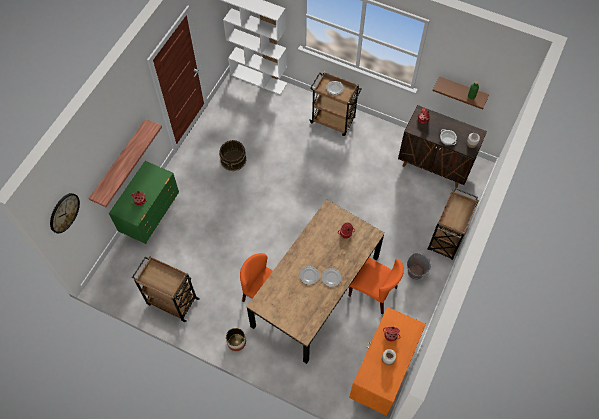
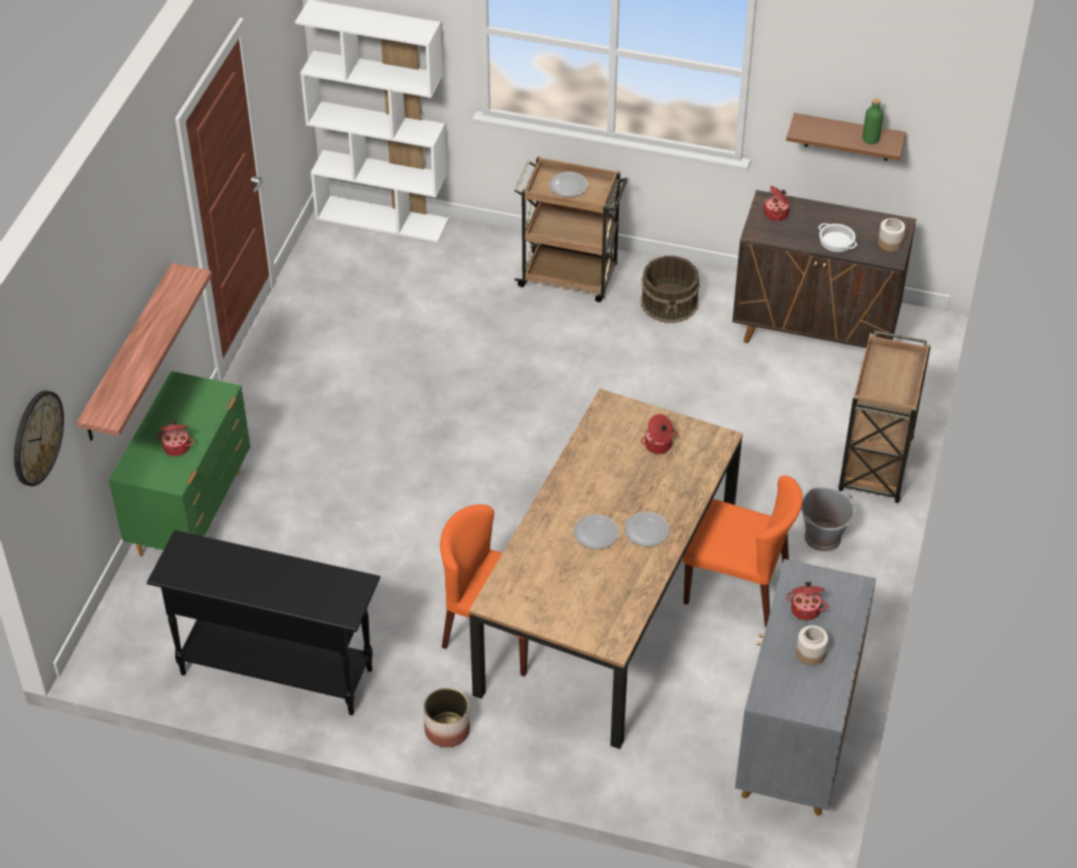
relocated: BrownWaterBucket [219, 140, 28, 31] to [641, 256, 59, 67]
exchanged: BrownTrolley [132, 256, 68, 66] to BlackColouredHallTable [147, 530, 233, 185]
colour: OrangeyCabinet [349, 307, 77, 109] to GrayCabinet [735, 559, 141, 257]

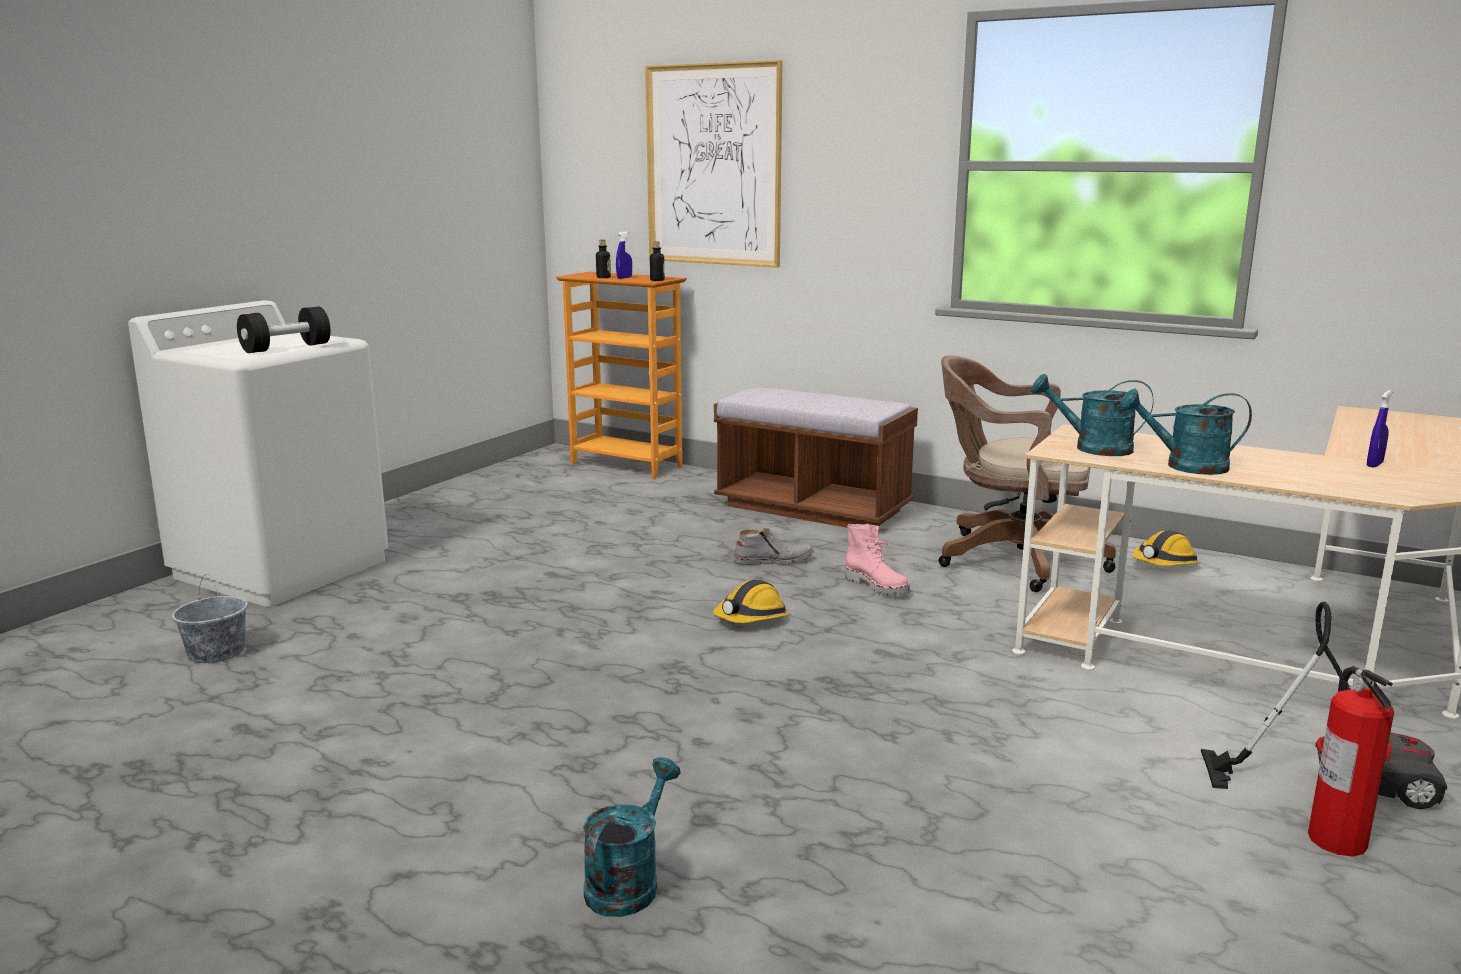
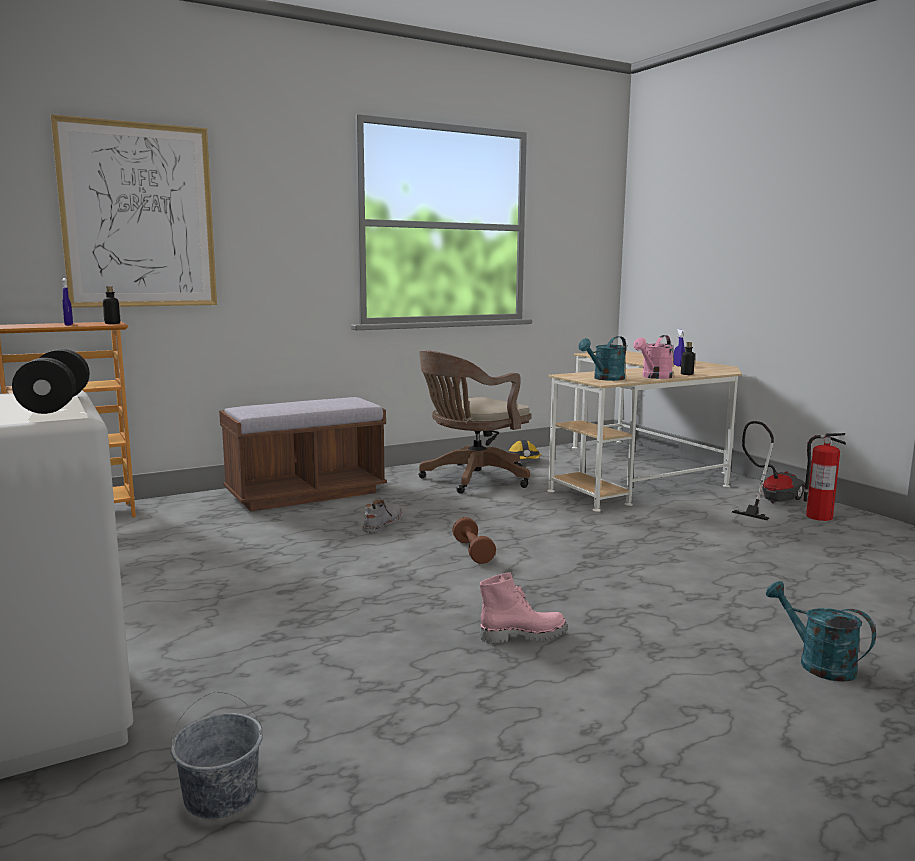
relocated: Bottle [596, 240, 15, 38] to [681, 342, 14, 33]; PinkColouredHighTopBoot [845, 524, 65, 72] to [480, 572, 87, 72]
exchanged: HardHat [713, 580, 76, 43] to BrownDumbbell [452, 517, 44, 47]
colour: BlueGreenWateringCan [1120, 389, 132, 86] to PinkColouredWateringCan [633, 335, 41, 44]

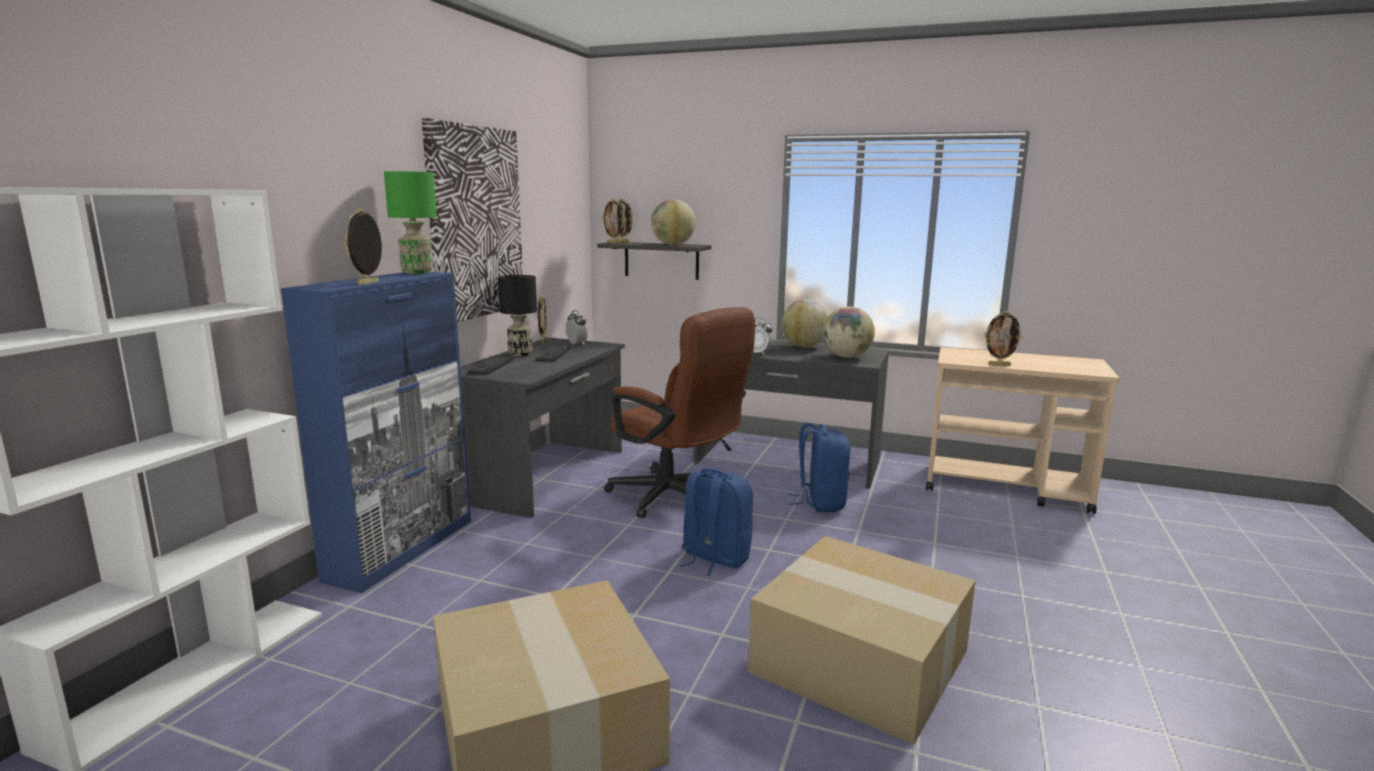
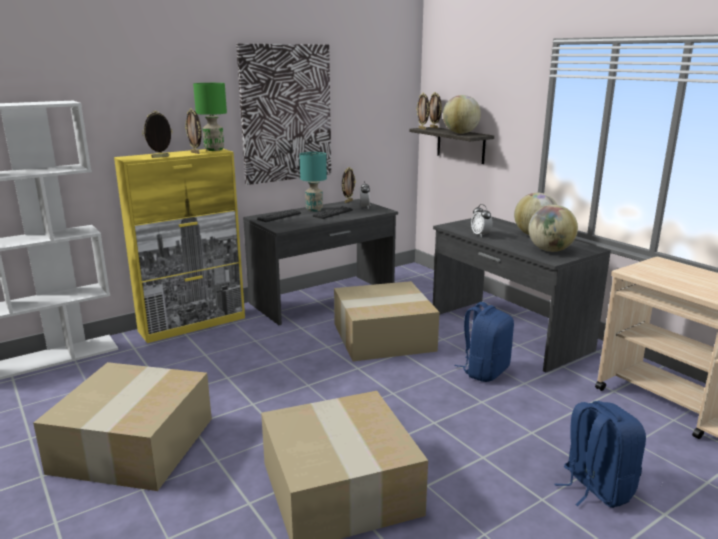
relocated: BlueColouredKnapsack [680, 468, 73, 108] to [554, 401, 92, 107]; PictureFrame [984, 311, 39, 55] to [185, 108, 17, 46]
exchanged: BrownComputerChair [604, 307, 151, 211] to PackingBox [334, 281, 106, 80]
colour: BlueColouredCabinet [281, 272, 190, 321] to YellowCabinet [114, 149, 131, 194]; BlackColouredLampForATable [498, 275, 39, 81] to BlueGreenLampForATable [300, 152, 27, 60]

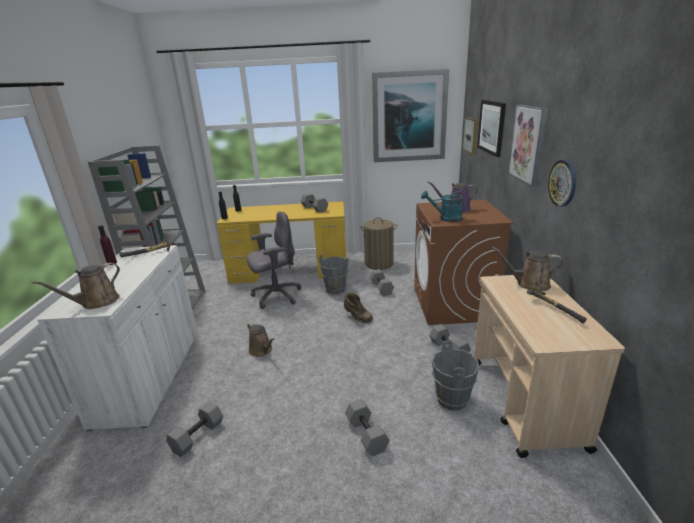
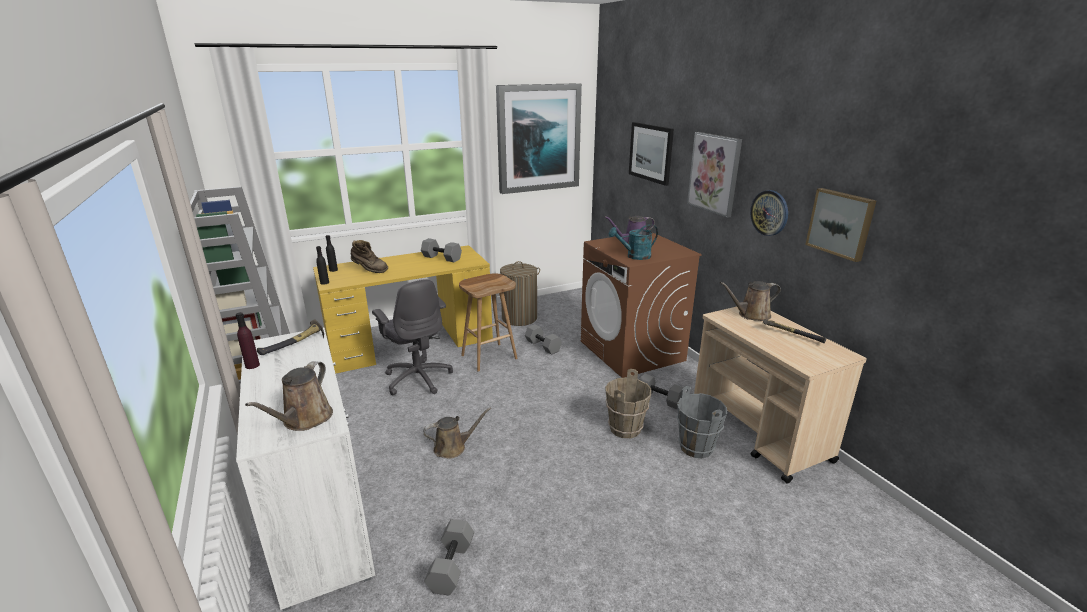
missing: GrayDumbbell [345, 399, 45, 57]
appeared: BrownWaterBucket [605, 369, 46, 69]
relocated: BrownHighTopBoot [344, 293, 29, 30] to [351, 240, 37, 33]; WallPicture [462, 117, 17, 38] to [805, 188, 71, 74]
exchanged: GrayWaterBucket [319, 255, 29, 39] to BrownStoolSeat [459, 273, 59, 98]
spun: GrayComputerChair [246, 211, 55, 98] = [372, 279, 81, 117] 105 degrees clockwise; BrownWateringCan [247, 322, 27, 35] = [423, 407, 68, 52] 45 degrees counterclockwise

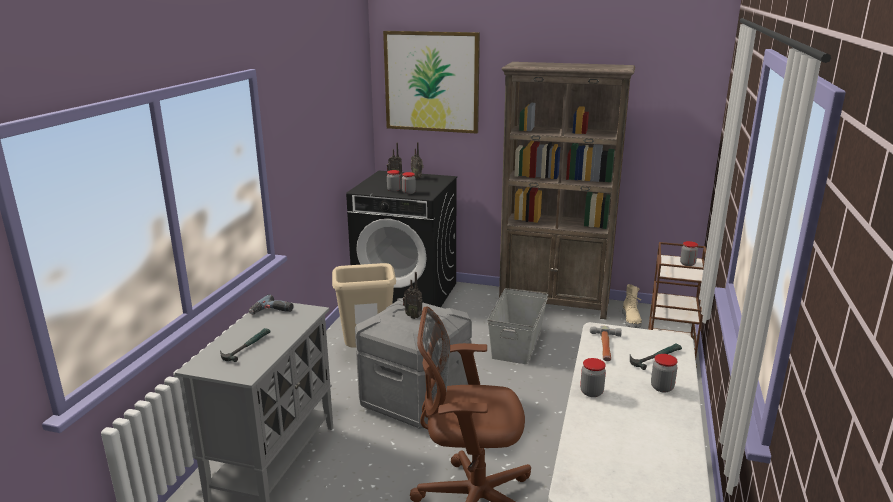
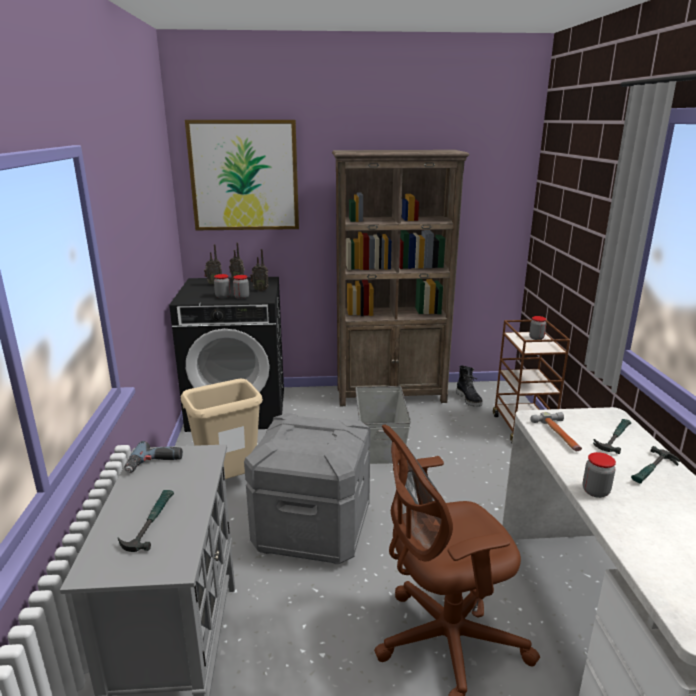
relocated: RadioSet [403, 272, 19, 47] to [250, 249, 19, 43]
exchanged: Jar [651, 354, 27, 39] to Hammer [631, 446, 49, 38]
colour: BeigeColouredHighTopBoot [623, 284, 19, 44] to BlackColouredHighTopBoot [457, 365, 25, 42]

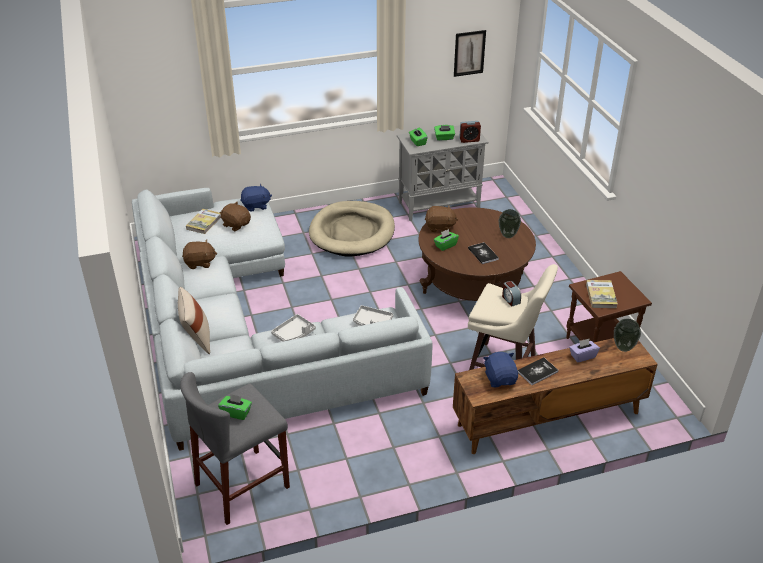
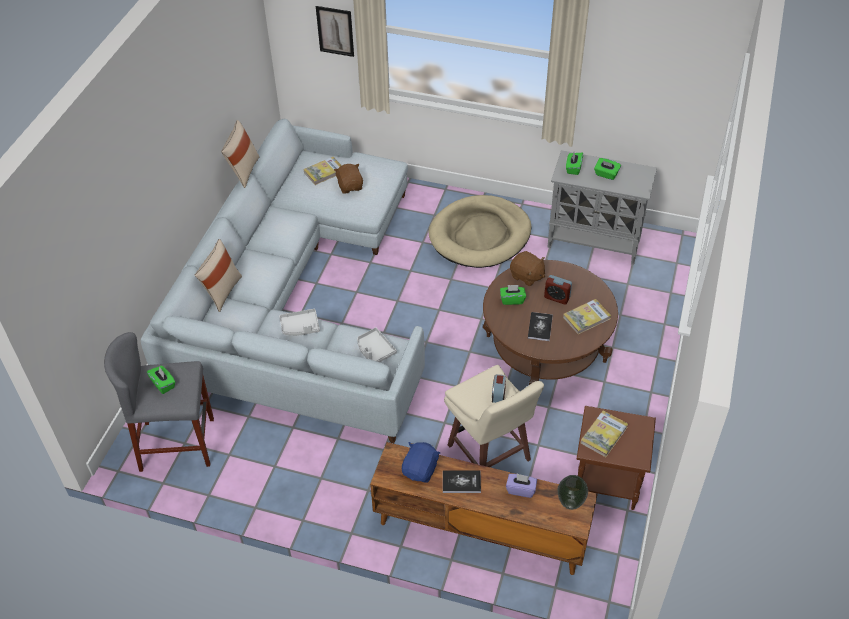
missing: BrownPlushToy [182, 239, 35, 30]; BlueColouredPlushToy [241, 184, 31, 28]
appeared: BeigeColouredCushion [221, 120, 38, 68]
relocated: WallPicture [454, 30, 32, 47] to [316, 6, 38, 51]; AlarmClock [459, 121, 22, 22] to [544, 275, 28, 30]
exchanged: DecorativeVase [499, 209, 22, 29] to Volume [563, 299, 48, 35]

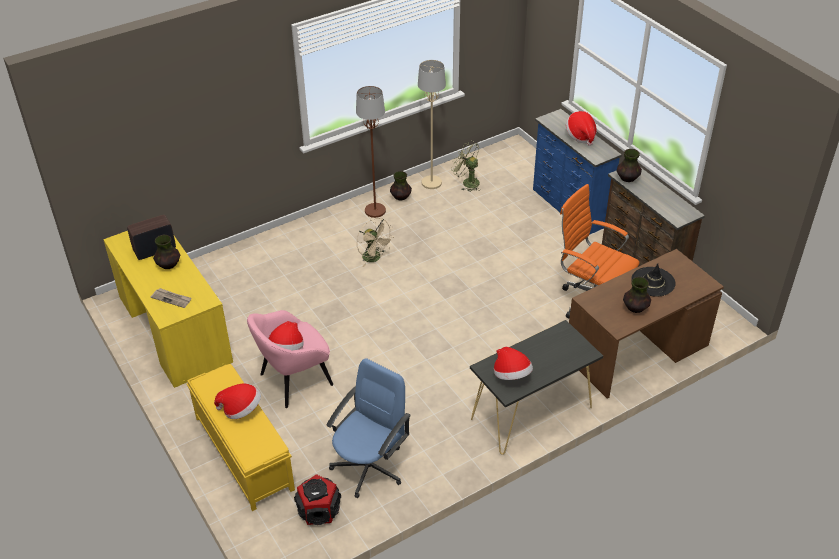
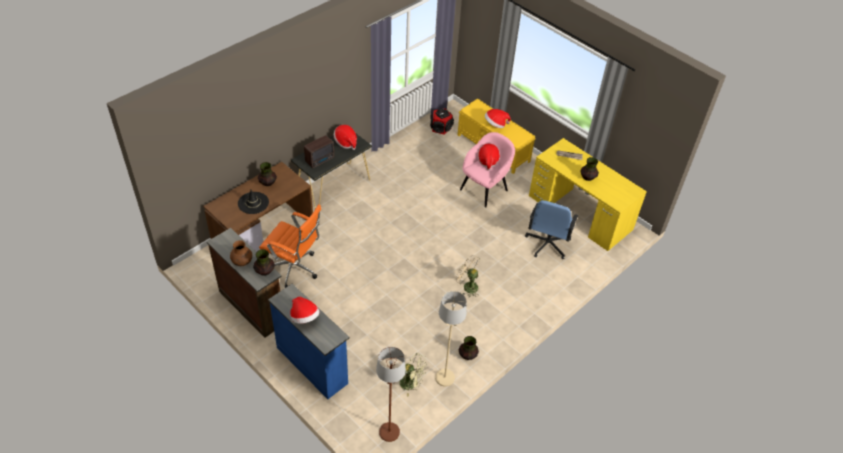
appeared: BrownDecorativeVase [230, 240, 22, 26]
relocated: RadioSet [127, 215, 49, 45] to [304, 135, 30, 33]; BlueColouredComputerChair [326, 358, 85, 140] to [525, 200, 53, 59]; BrownFloorLamp [356, 86, 30, 132] to [376, 347, 30, 95]

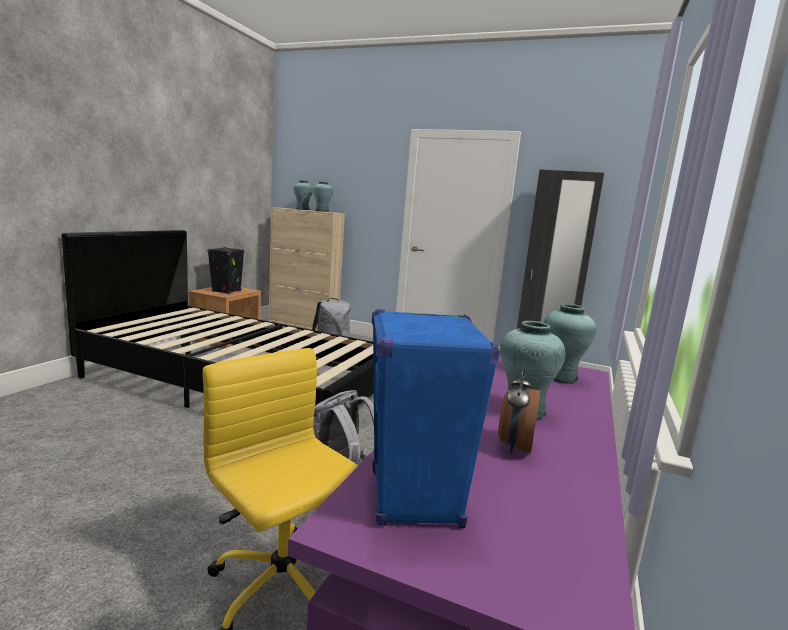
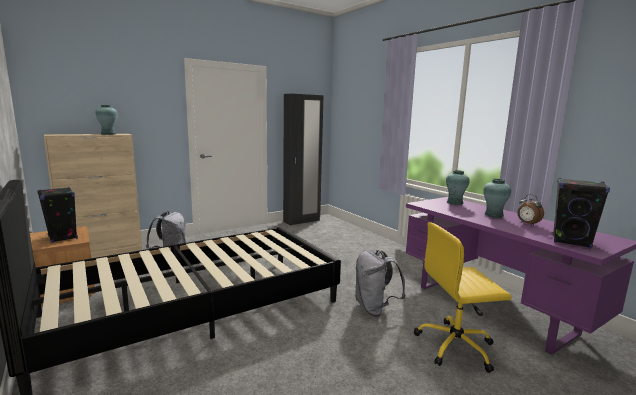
missing: BlueGreenDecorativeVase [293, 180, 20, 30]
colour: BlueColouredAudioSpeaker [372, 309, 128, 219] to BlackColouredAudioSpeaker [553, 178, 57, 70]

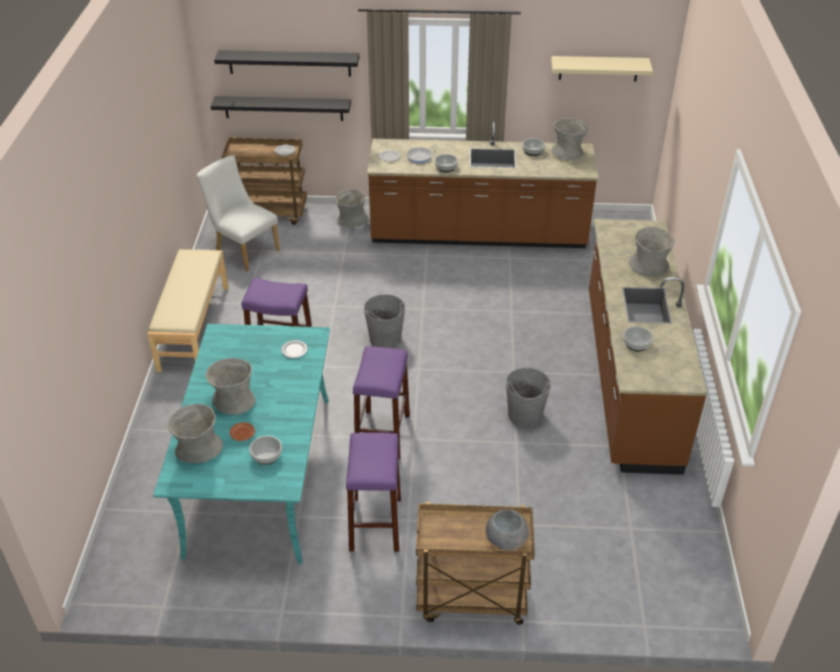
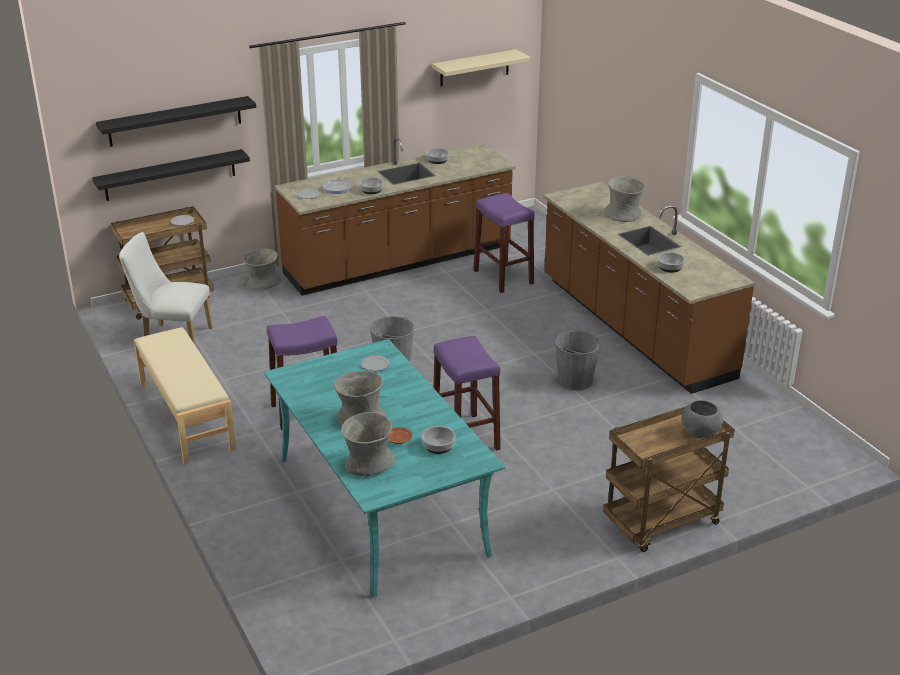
missing: GrayDecorativeVase [552, 118, 37, 42]
relocated: PurpleColouredStoolSeat [346, 432, 55, 120] to [473, 193, 62, 100]

